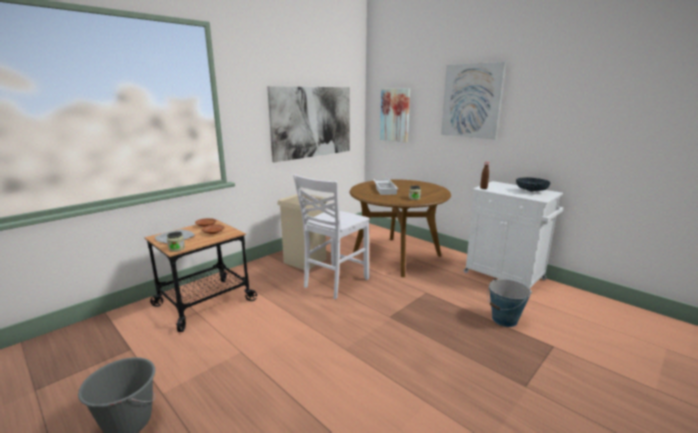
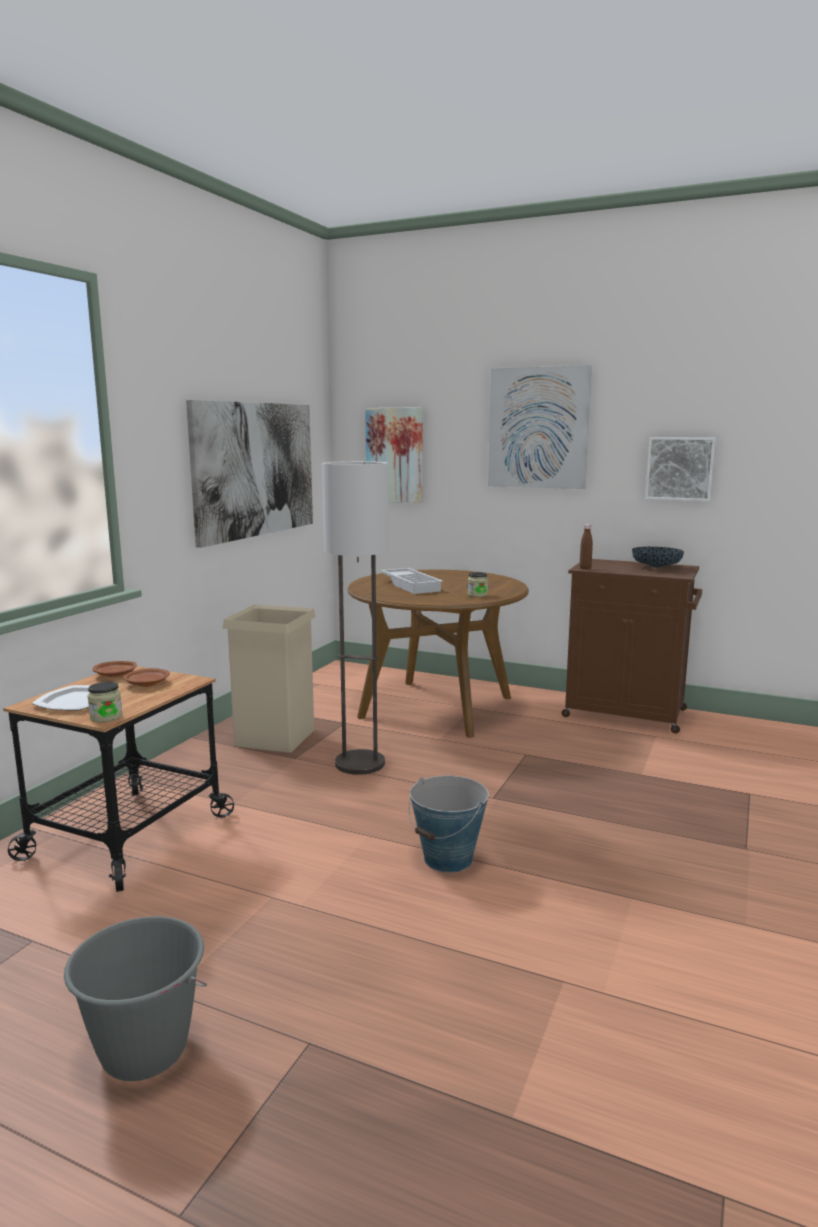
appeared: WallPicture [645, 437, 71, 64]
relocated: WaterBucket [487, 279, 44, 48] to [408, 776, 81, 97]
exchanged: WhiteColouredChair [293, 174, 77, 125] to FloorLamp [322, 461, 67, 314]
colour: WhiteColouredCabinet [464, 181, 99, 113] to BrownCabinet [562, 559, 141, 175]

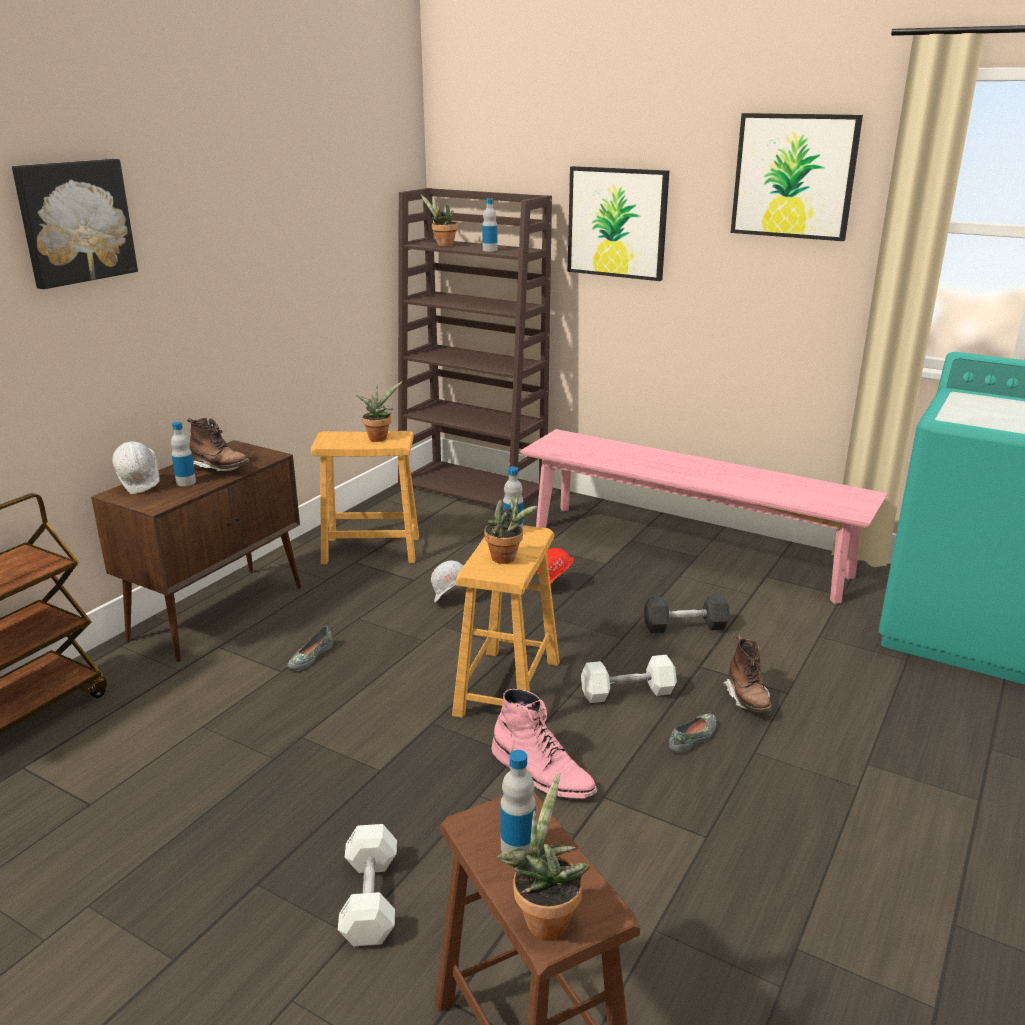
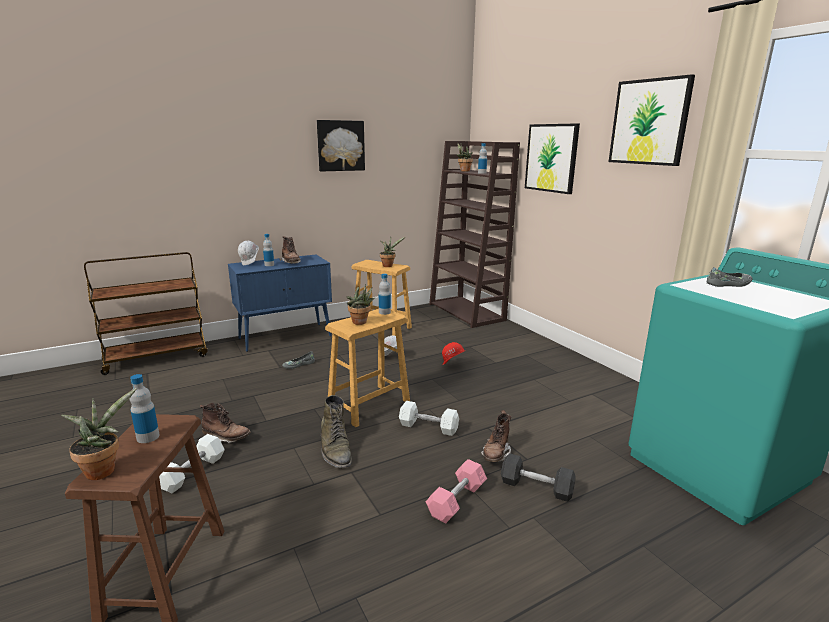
missing: PinkColouredBench [520, 429, 367, 175]
appeared: BrownHighTopBoot [200, 403, 51, 40]; PinkColouredDumbbell [426, 459, 61, 65]
relocated: WallPicture [12, 159, 126, 130] to [317, 120, 48, 52]; GrayDumbbell [644, 594, 86, 39] to [501, 453, 75, 49]; GrayLowShoe [669, 714, 48, 39] to [707, 267, 45, 20]
colour: BrownCabinet [91, 440, 210, 222] to BlueColouredCabinet [228, 254, 104, 98]; PinkColouredHighTopBoot [492, 689, 105, 109] to GreenishHighTopBoot [321, 395, 31, 73]

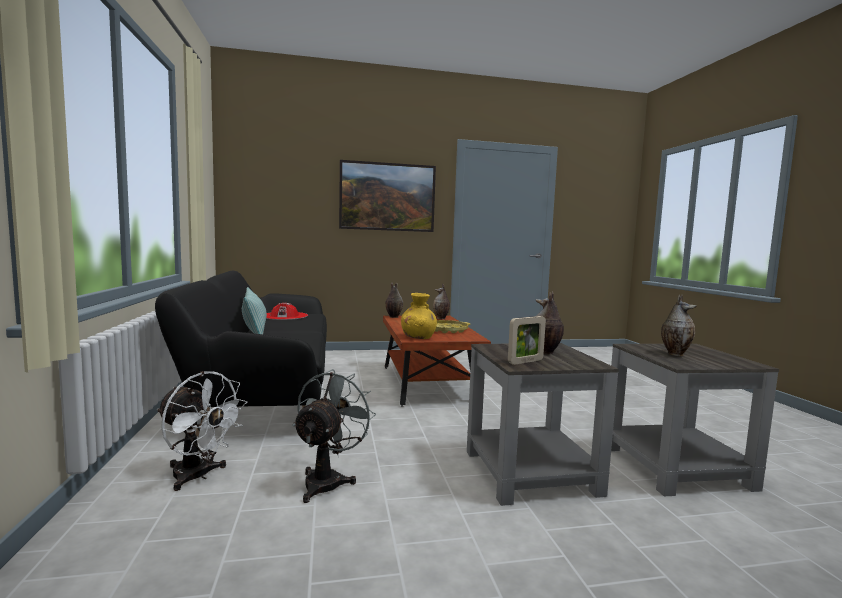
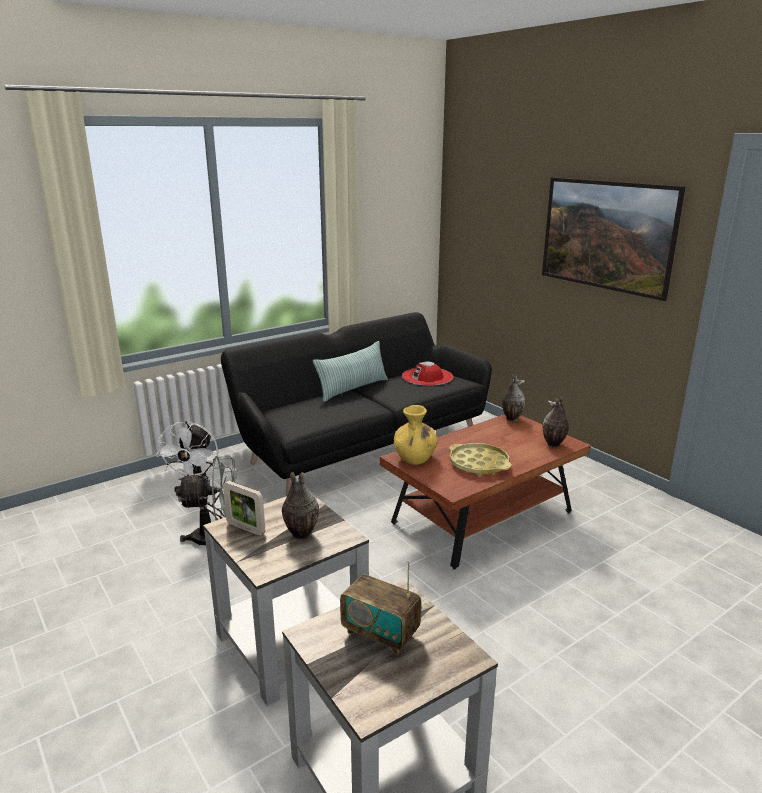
exchanged: DecorativeVase [661, 295, 36, 61] to RadioSet [340, 561, 82, 94]

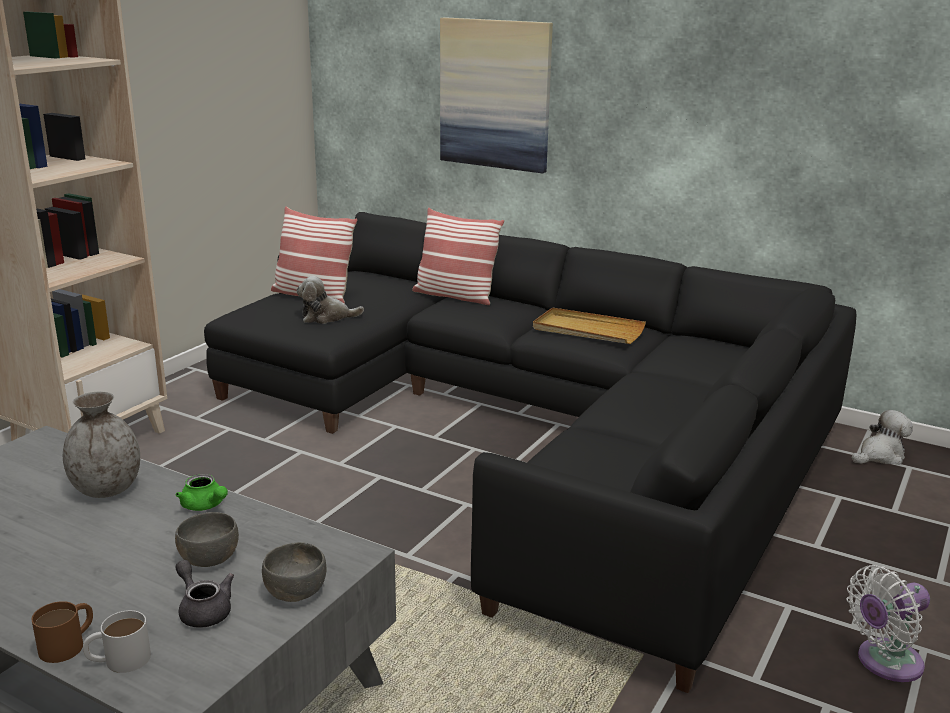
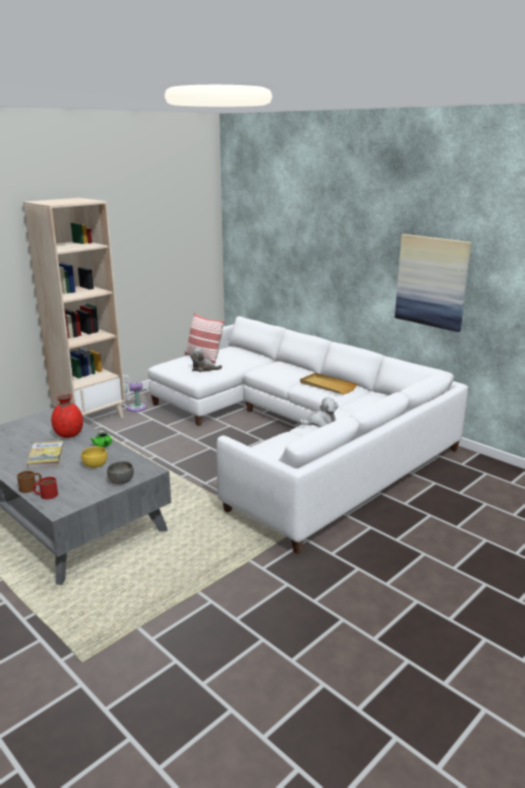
missing: GrayTeaPot [175, 560, 59, 68]; Cushion [412, 208, 92, 97]
appeared: Volume [26, 440, 38, 29]
relocated: WallPicture [440, 17, 113, 156] to [395, 234, 77, 98]; WhiteColouredElectricFan [847, 565, 83, 117] to [123, 374, 23, 38]; PlushToy [852, 410, 61, 55] to [299, 397, 39, 30]
colour: GrayDecorativeVase [63, 391, 77, 107] to ReddishDecorativeVase [51, 393, 32, 45]; WhiteColouredTeaMug [83, 610, 68, 63] to ReddishTeaMug [32, 477, 26, 22]; GrayDeepDish [175, 512, 64, 55] to YellowDeepDish [81, 446, 26, 22]; BlackColouredCouch [204, 212, 652, 481] to WhiteColouredCouch [148, 316, 320, 238]

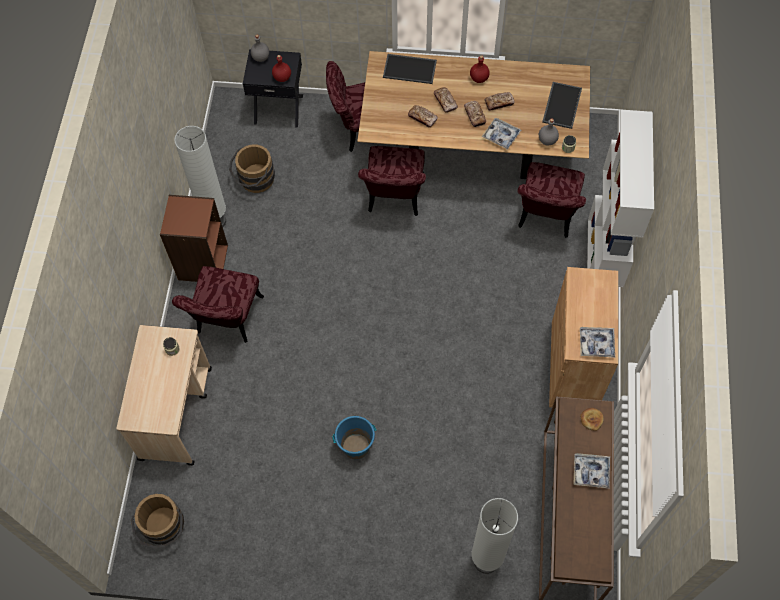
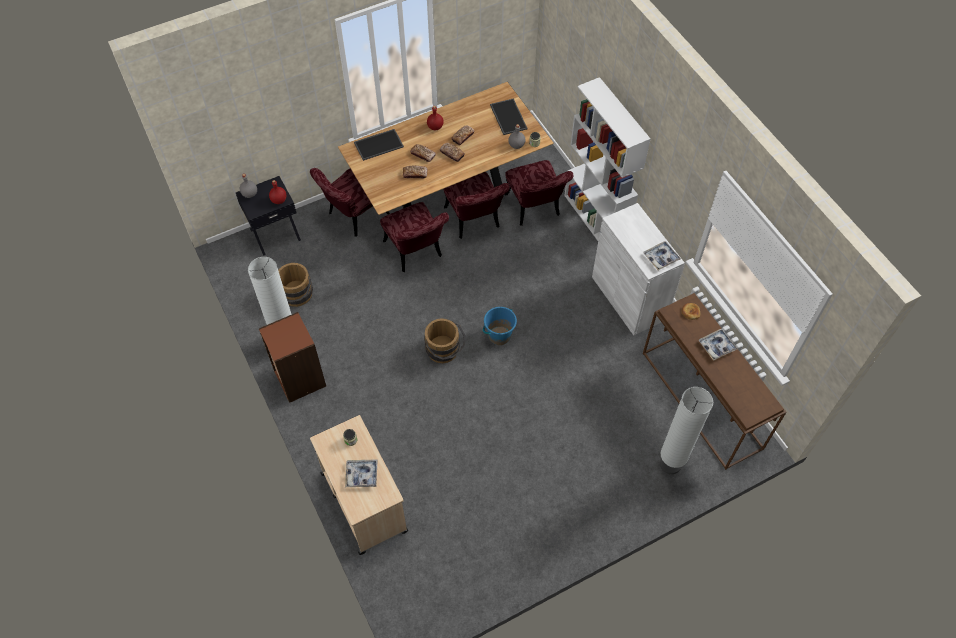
relocated: BrownWaterBucket [131, 494, 53, 54] to [424, 318, 42, 45]; ReddishChair [172, 266, 92, 77] to [443, 172, 67, 67]; BlueColouredWaterBucket [333, 416, 43, 43] to [483, 307, 34, 38]; ServingTray [481, 118, 40, 32] to [345, 460, 33, 27]
colour: BrownCabinet [549, 267, 69, 141] to WhiteColouredCabinet [592, 203, 93, 132]

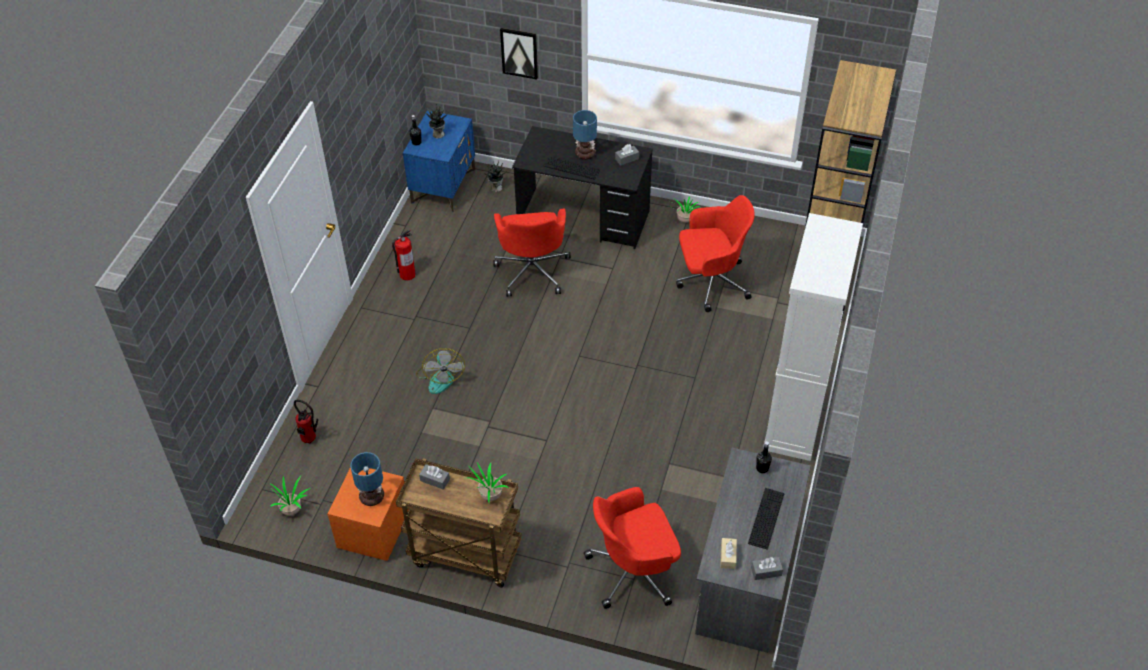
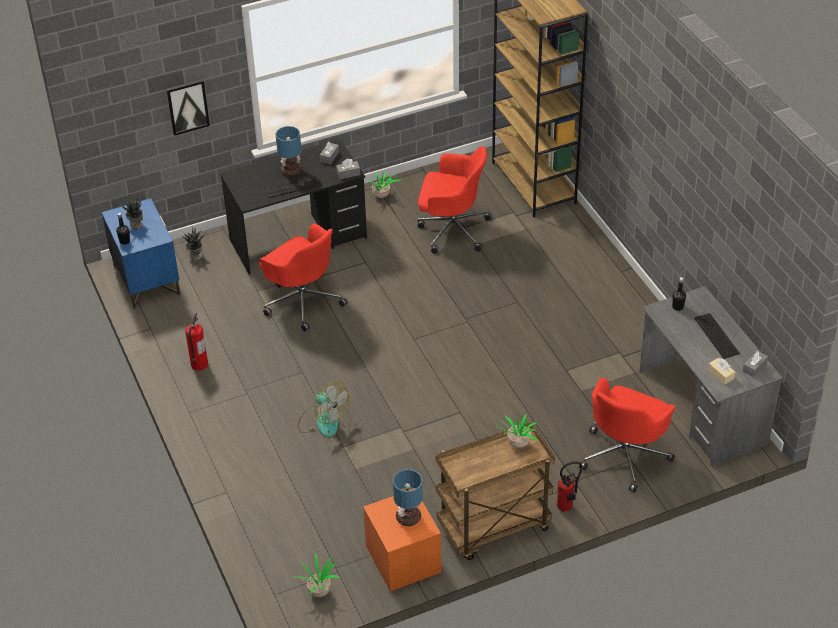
missing: WhiteColouredCabinet [763, 213, 100, 248]
relocated: Extinguisher [294, 400, 24, 43] to [557, 461, 25, 51]; GrayTissueBox [419, 464, 31, 26] to [336, 159, 24, 20]
spun: ReddishComputerChair [676, 195, 79, 117] = [418, 146, 73, 107] 60 degrees clockwise

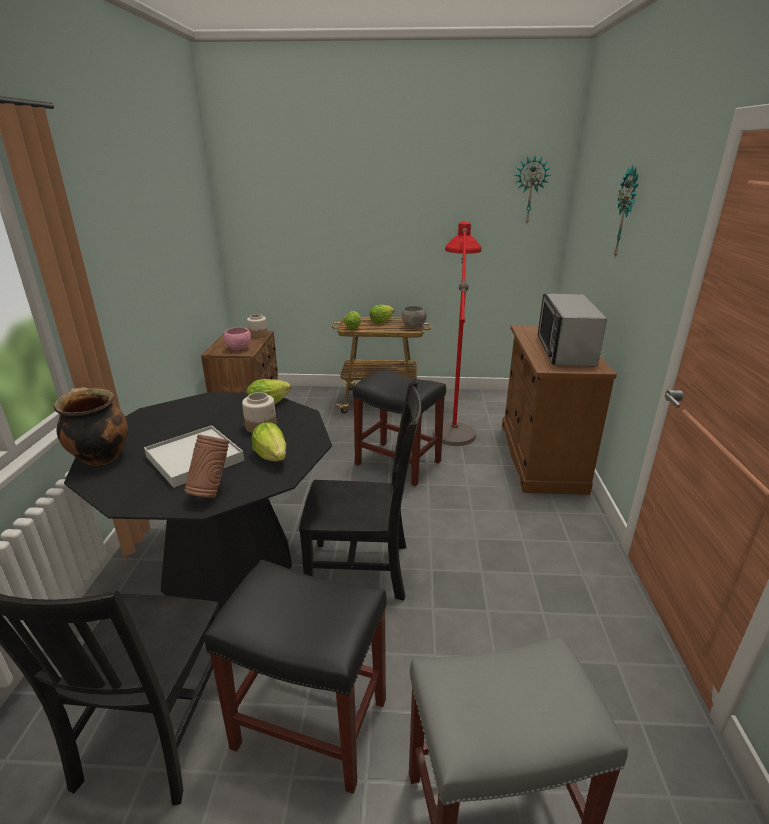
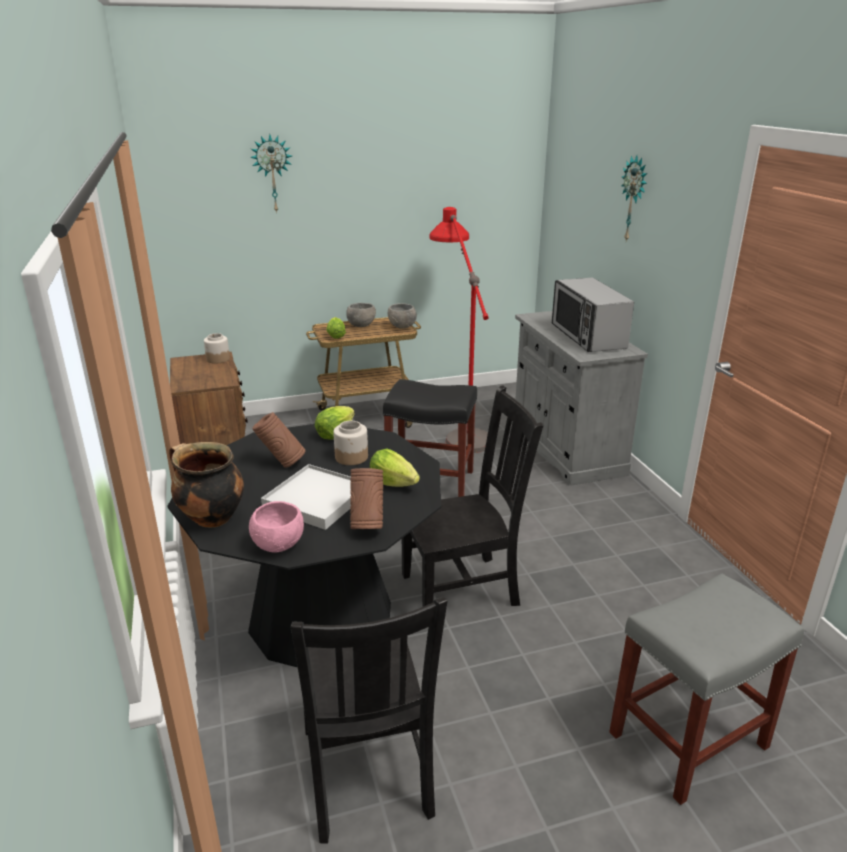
missing: BlackColouredStoolSeat [204, 560, 183, 234]
appeared: BrownDecorativeVase [252, 412, 53, 56]
relocated: PinkColouredDeepDish [224, 327, 27, 23] to [249, 501, 55, 51]; WallClock [515, 156, 36, 67] to [250, 134, 42, 80]
exchanged: Lettuce [369, 305, 25, 18] to GrayDeepDish [346, 303, 30, 24]
colour: BrownCabinet [502, 325, 115, 170] to GrayCabinet [512, 311, 136, 175]

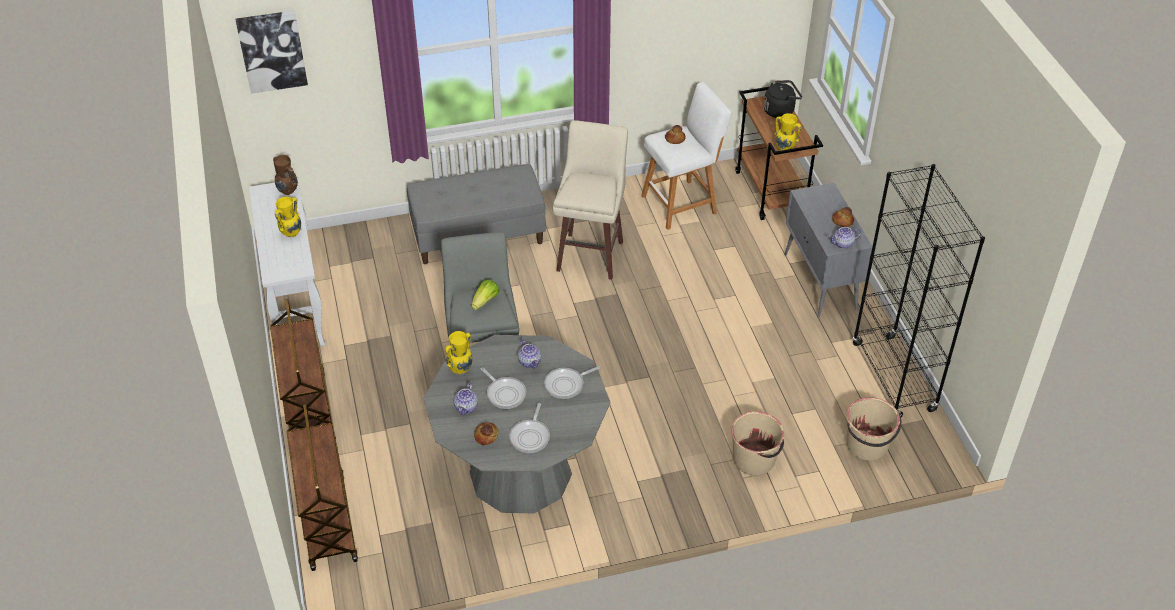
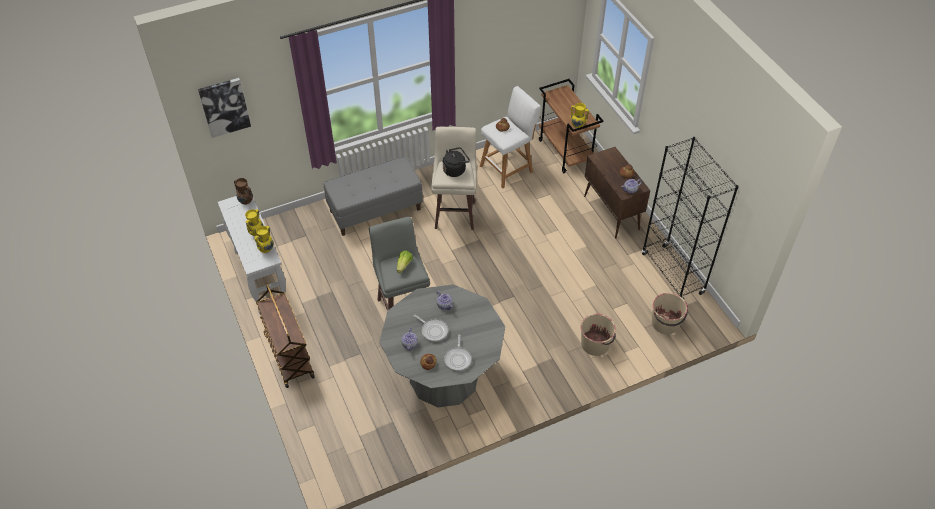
missing: BrownTrolley [287, 404, 71, 167]; Pan [544, 366, 56, 33]
relocated: YellowDecorativeVase [445, 331, 27, 44] to [255, 226, 18, 27]; BlackColouredWaterKettle [764, 80, 38, 38] to [443, 147, 27, 30]
colour: GrayCabinet [784, 183, 88, 135] to BrownCabinet [584, 147, 66, 92]

